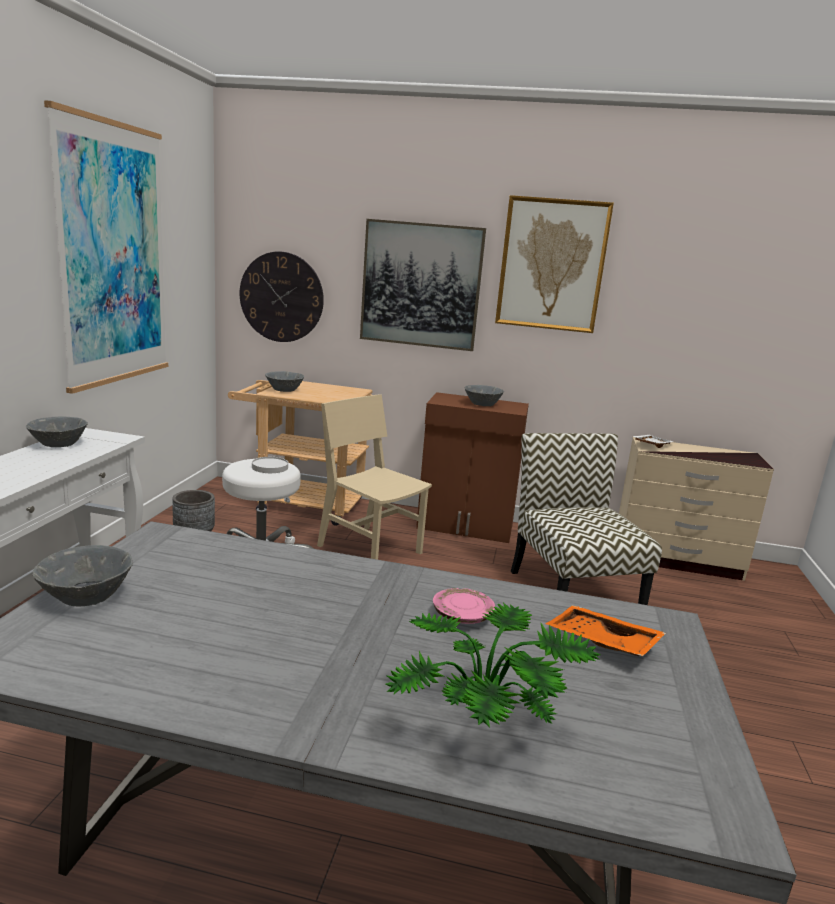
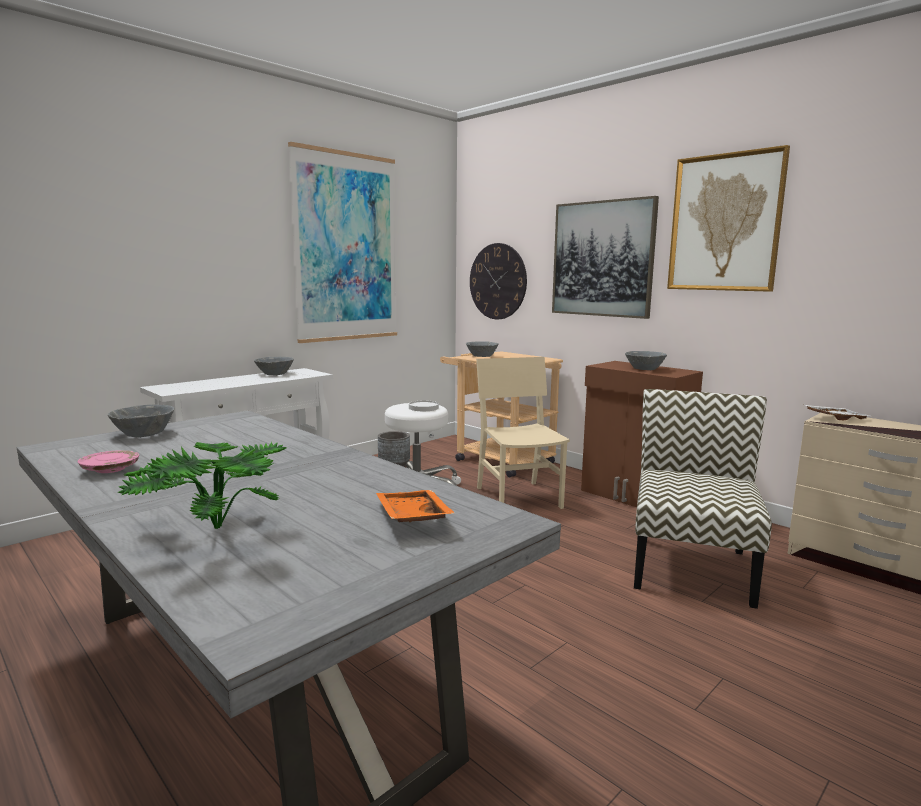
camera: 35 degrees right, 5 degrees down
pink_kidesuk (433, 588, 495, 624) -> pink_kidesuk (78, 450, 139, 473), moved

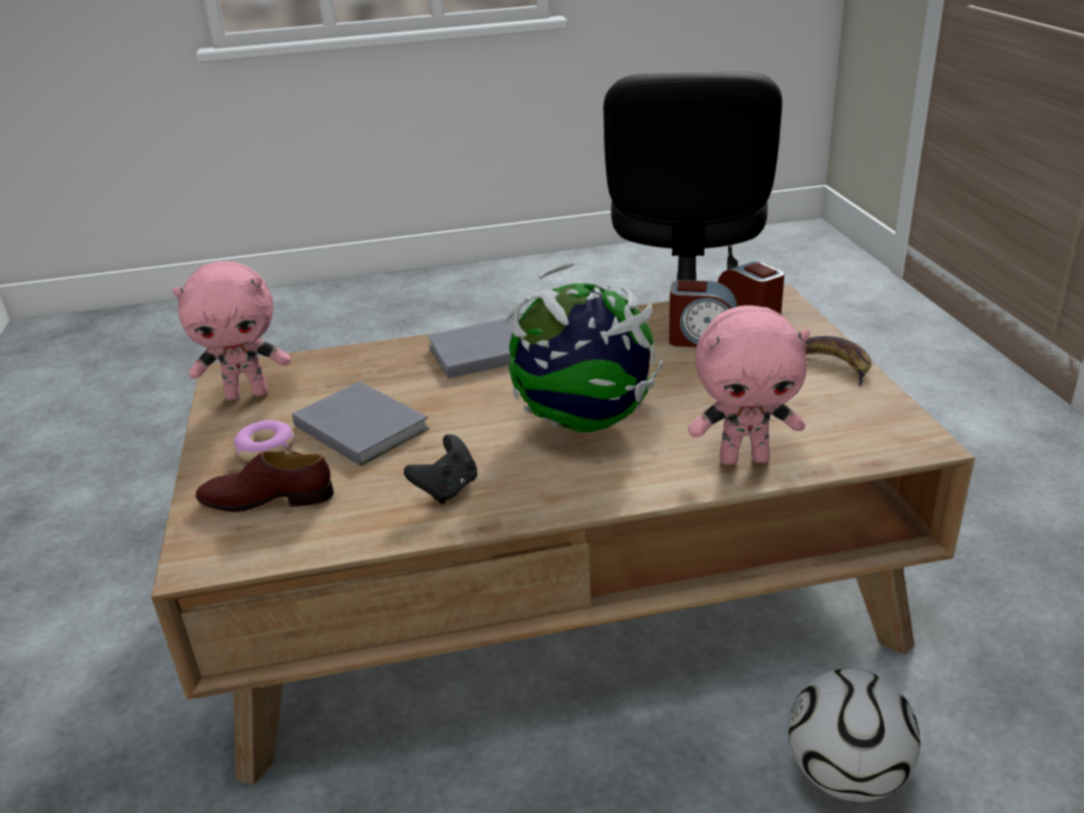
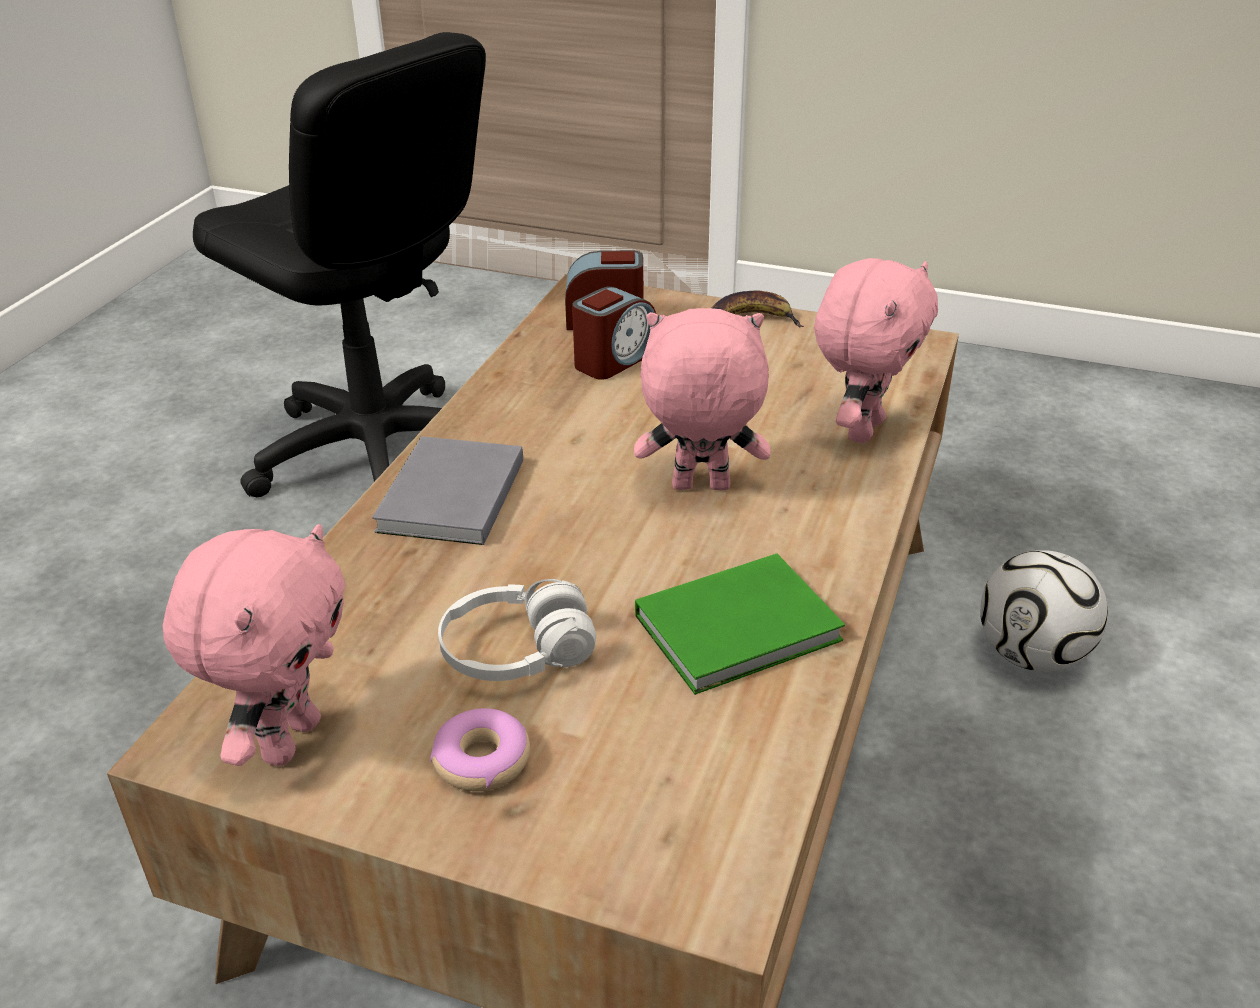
camera: 60 degrees left, 5 degrees up
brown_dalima (196, 450, 334, 512) -> none
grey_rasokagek (292, 382, 429, 466) -> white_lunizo (438, 579, 596, 681)
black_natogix (404, 434, 477, 504) -> green_rasokagek (635, 553, 845, 695)
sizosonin (505, 263, 663, 432) -> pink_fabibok (634, 308, 771, 490)

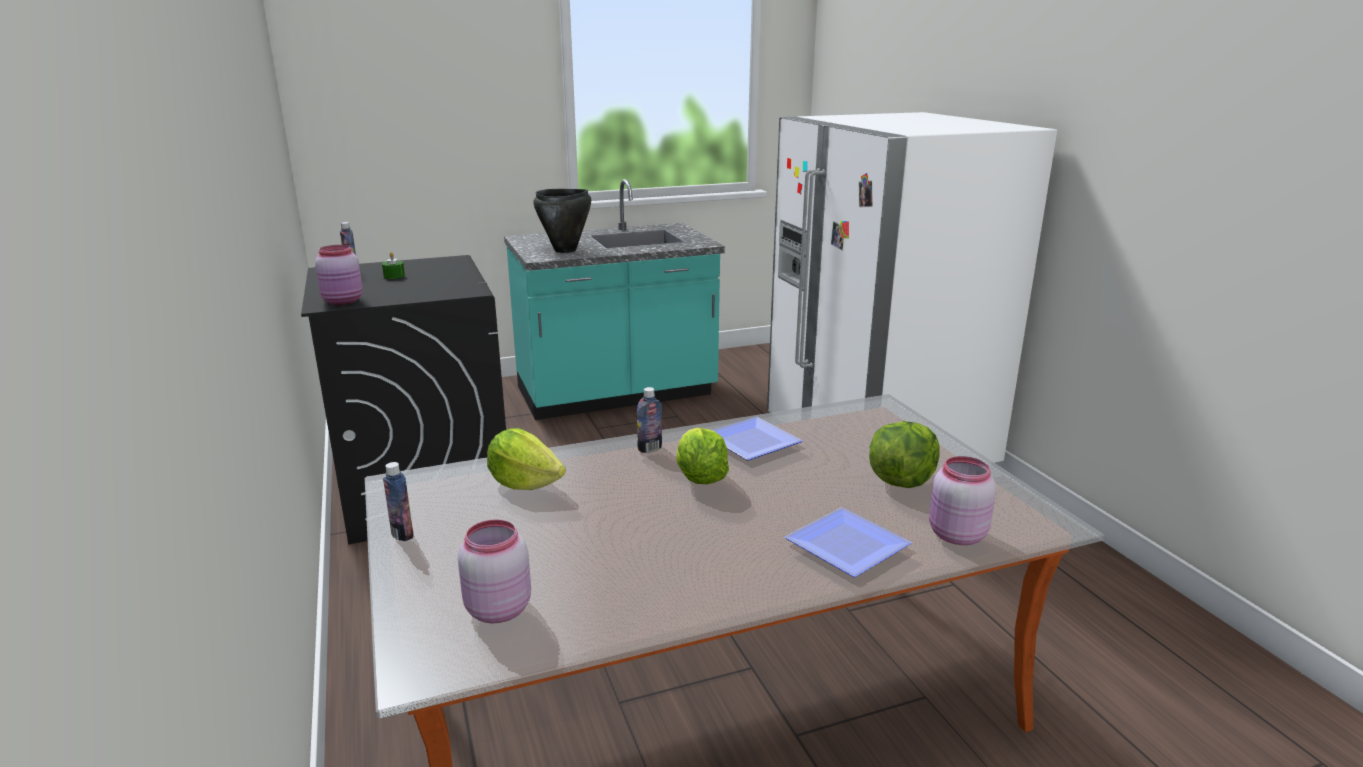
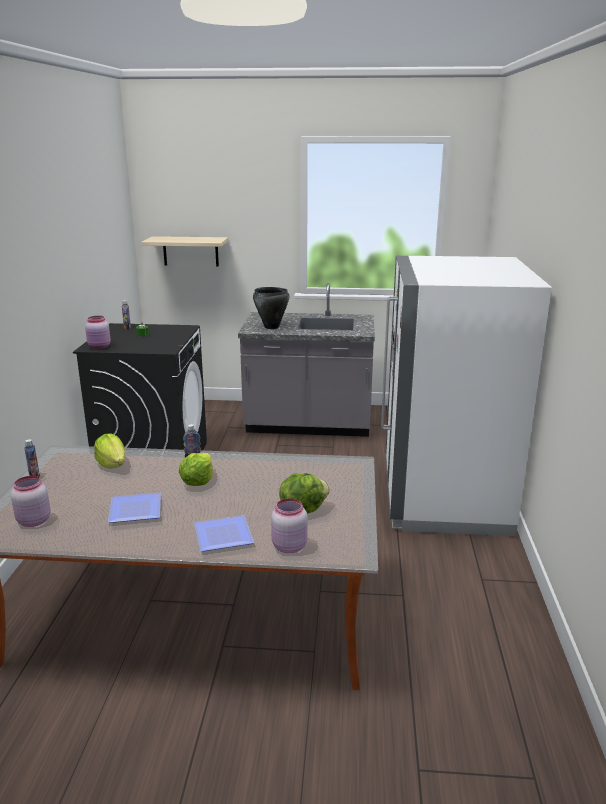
camera: 25 degrees right, 0 degrees up
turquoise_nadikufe (504, 179, 725, 420) -> grey_nadikufe (238, 283, 375, 437)
kidesuk (713, 417, 803, 461) -> kidesuk (108, 493, 161, 523), moved
none -> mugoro (141, 236, 228, 266)

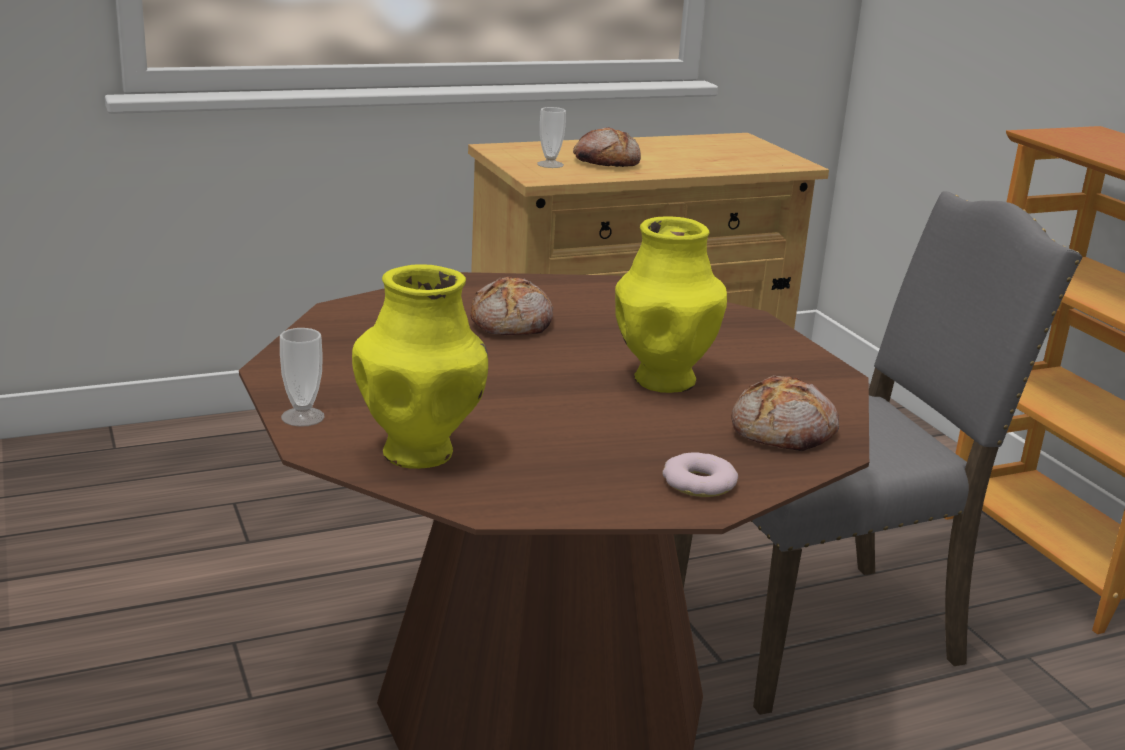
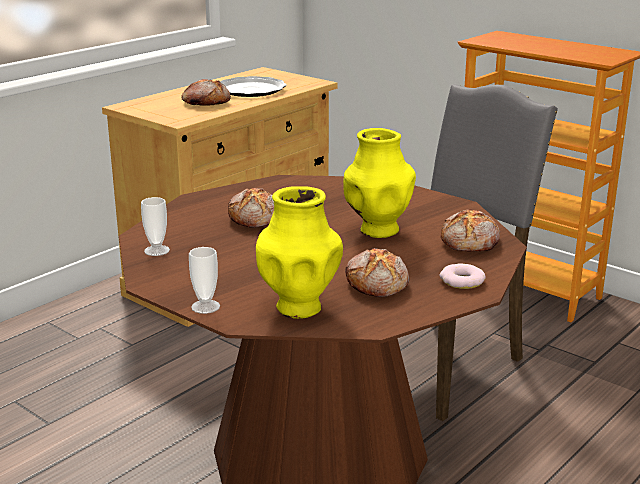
camera: 25 degrees left, 0 degrees up
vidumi (537, 107, 566, 168) -> vidumi (141, 197, 170, 256), moved
none -> kidesuk (221, 76, 287, 97)
none -> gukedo (345, 248, 409, 297)

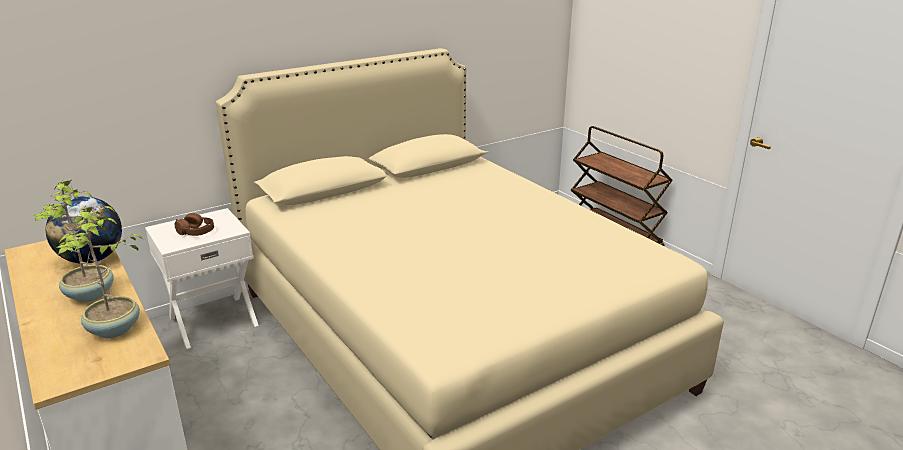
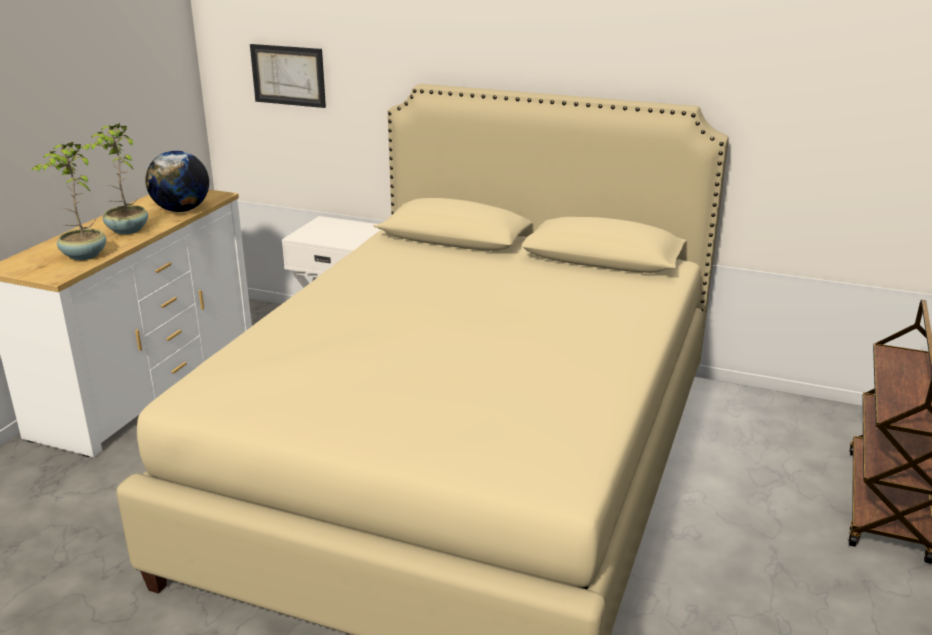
camera: 55 degrees right, 0 degrees up
brown_lunizo (175, 213, 214, 236) -> none
none -> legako (250, 44, 326, 108)

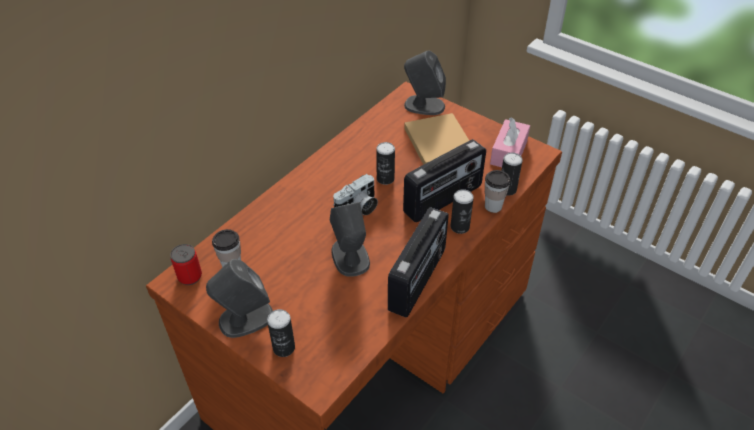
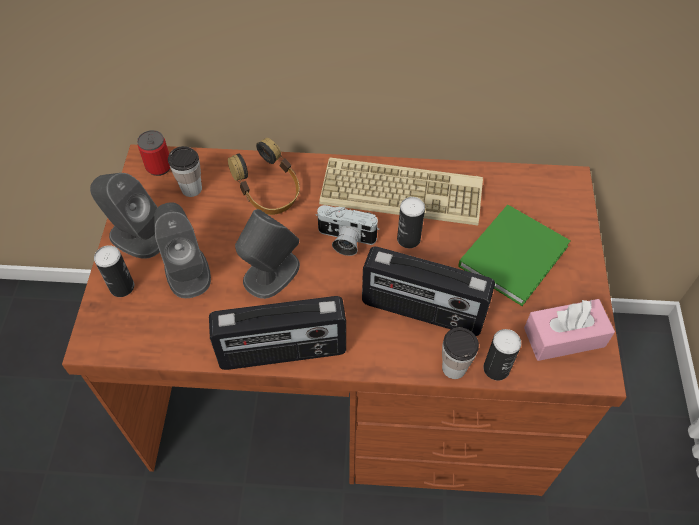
camera: 55 degrees right, 10 degrees up
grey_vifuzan (404, 50, 446, 115) -> grey_vifuzan (155, 202, 211, 298), moved
beige_rasokagek (404, 113, 469, 165) -> green_rasokagek (458, 204, 571, 306)
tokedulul (451, 189, 474, 234) -> none
none -> lunizo (228, 138, 300, 215)
none -> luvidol (319, 157, 483, 225)

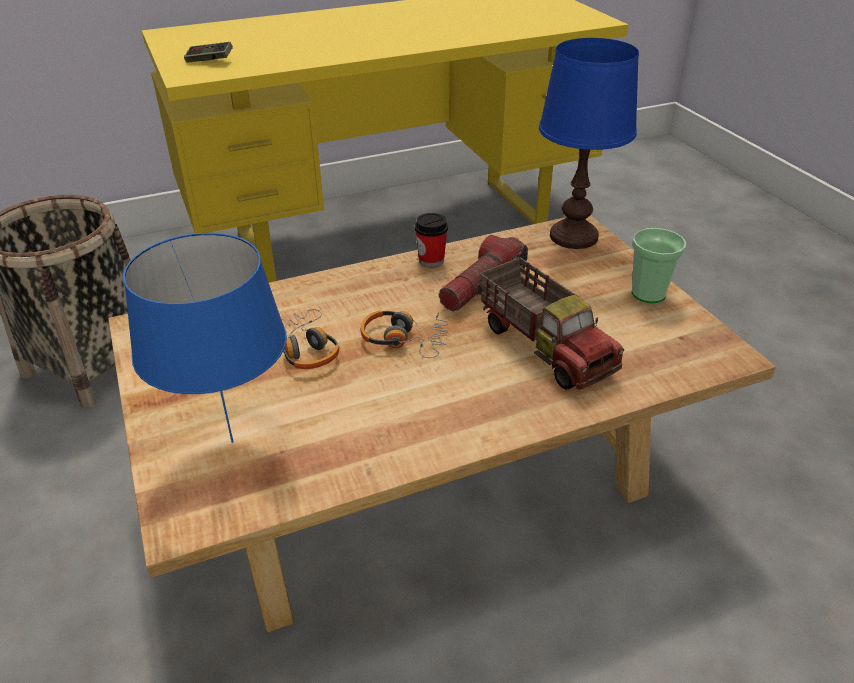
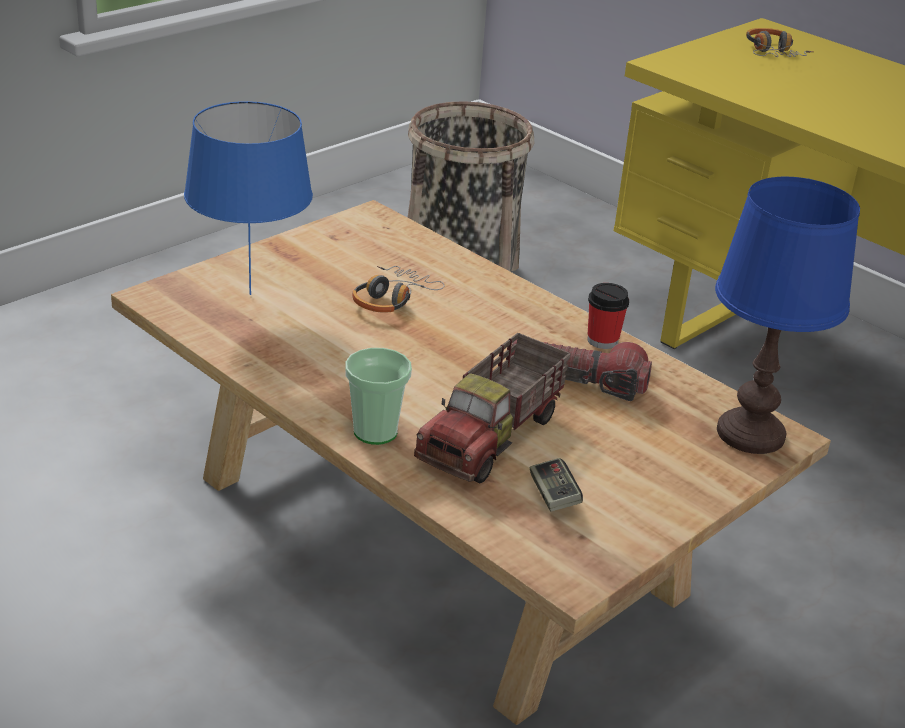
camera: 65 degrees right, 5 degrees down
natogix (184, 42, 233, 63) -> natogix (530, 458, 583, 512), moved
lunizo (361, 310, 448, 358) -> lunizo (746, 28, 814, 57), moved
vidumi (632, 228, 686, 303) -> vidumi (345, 348, 412, 445), moved

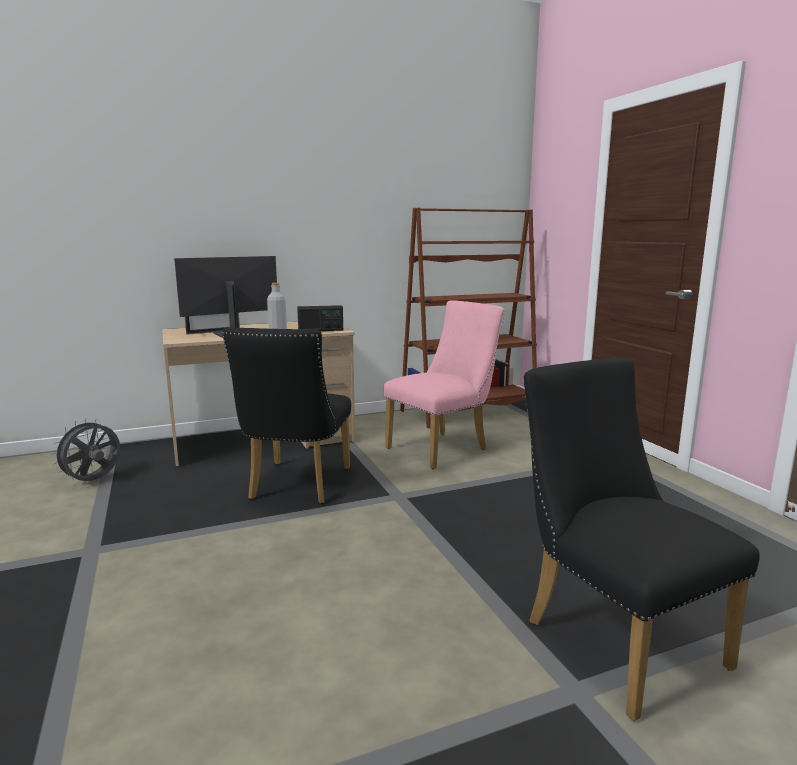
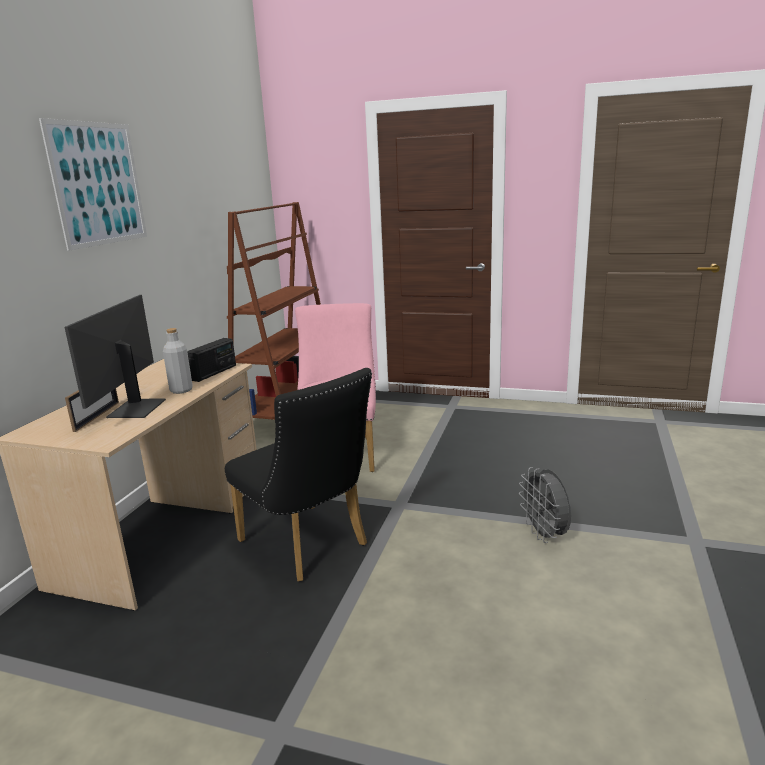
camera: 50 degrees left, 5 degrees up
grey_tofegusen (51, 418, 120, 482) -> grey_tofegusen (519, 467, 571, 543), moved
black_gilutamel (523, 358, 760, 721) -> none
none -> legako (39, 118, 147, 251)

